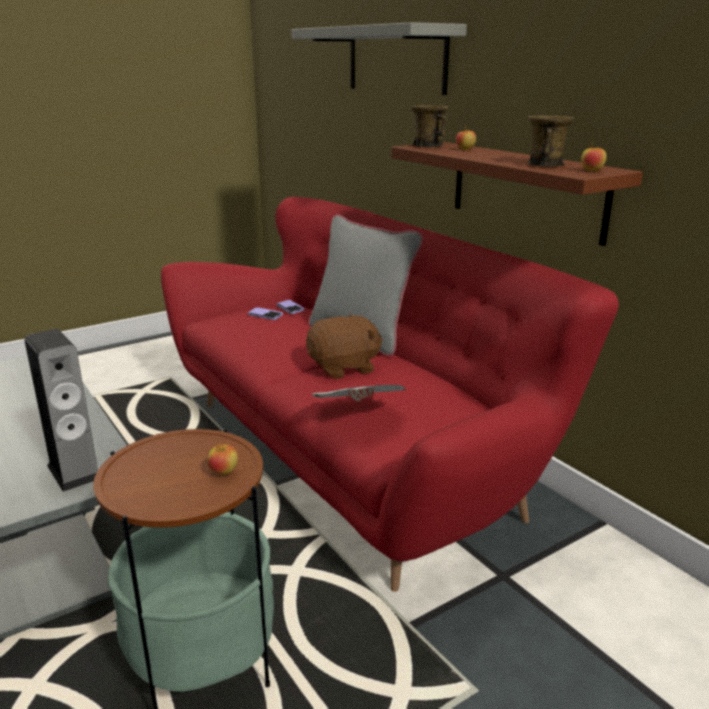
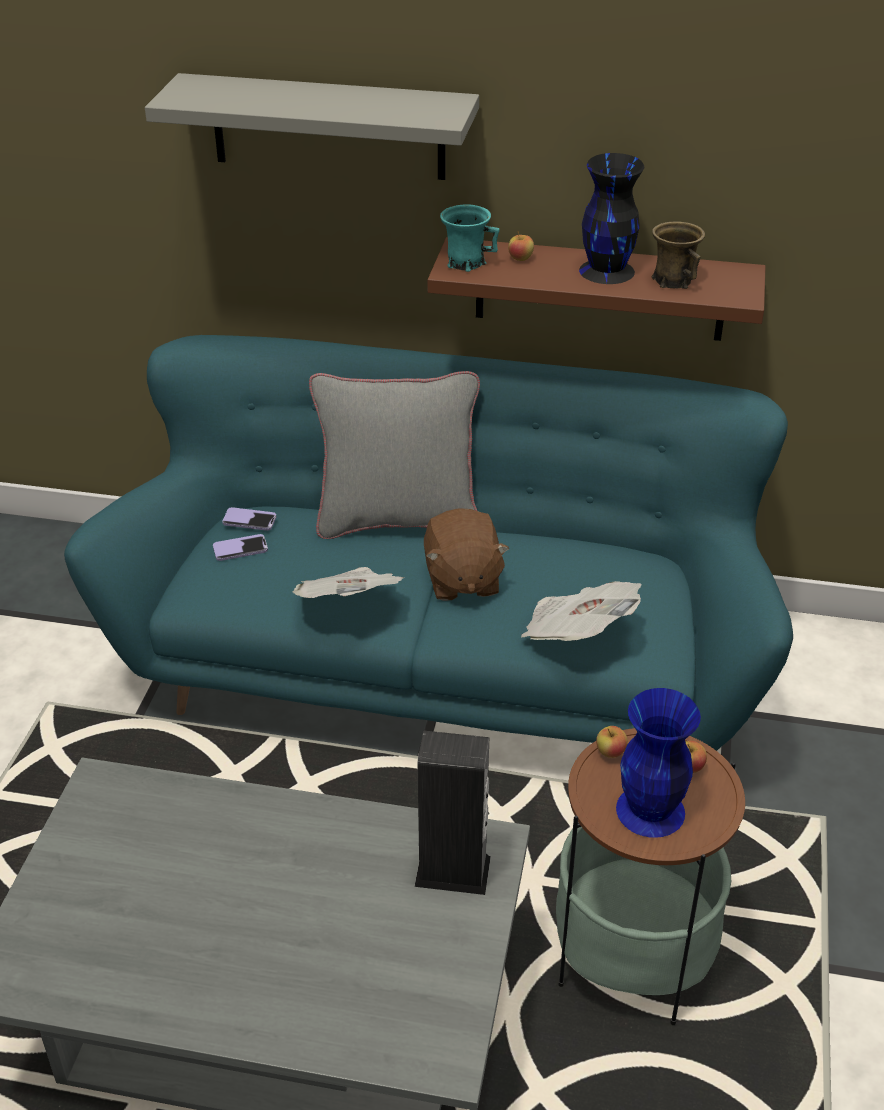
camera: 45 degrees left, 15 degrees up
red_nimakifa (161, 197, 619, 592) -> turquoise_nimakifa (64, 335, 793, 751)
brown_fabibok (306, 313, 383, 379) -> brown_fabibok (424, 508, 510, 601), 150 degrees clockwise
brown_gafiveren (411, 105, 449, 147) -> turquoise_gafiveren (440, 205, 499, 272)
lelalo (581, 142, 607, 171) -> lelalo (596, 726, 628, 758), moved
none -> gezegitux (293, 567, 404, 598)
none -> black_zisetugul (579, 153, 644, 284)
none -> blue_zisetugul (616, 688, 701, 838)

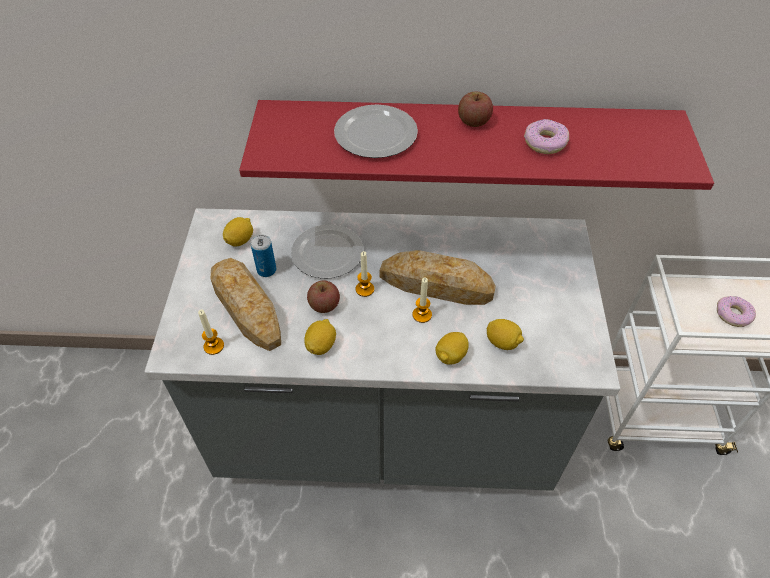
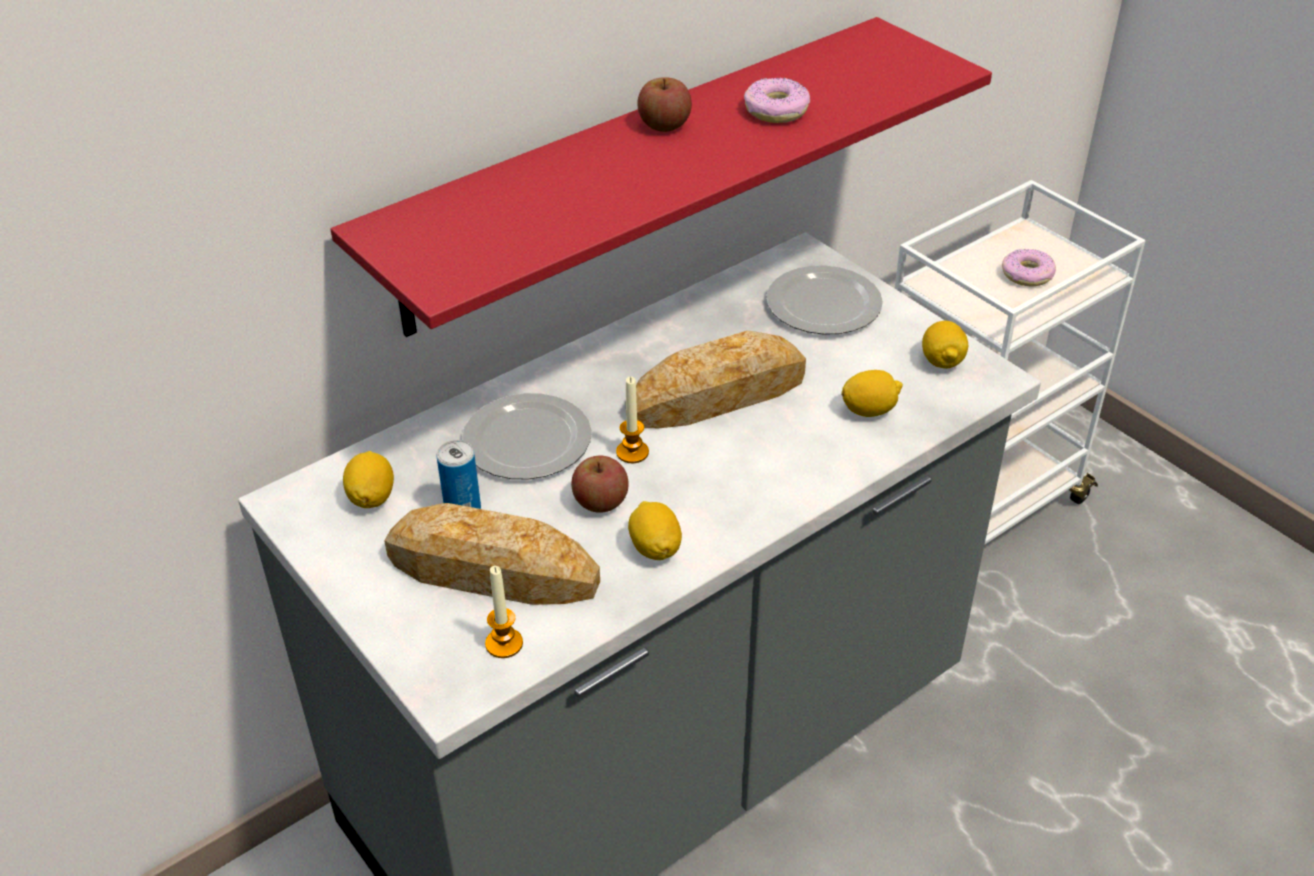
camera: 40 degrees left, 10 degrees down
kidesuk (334, 105, 418, 158) -> kidesuk (766, 265, 883, 335), moved
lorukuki (412, 277, 432, 323) -> none
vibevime (435, 332, 469, 364) -> vibevime (922, 321, 968, 369), moved

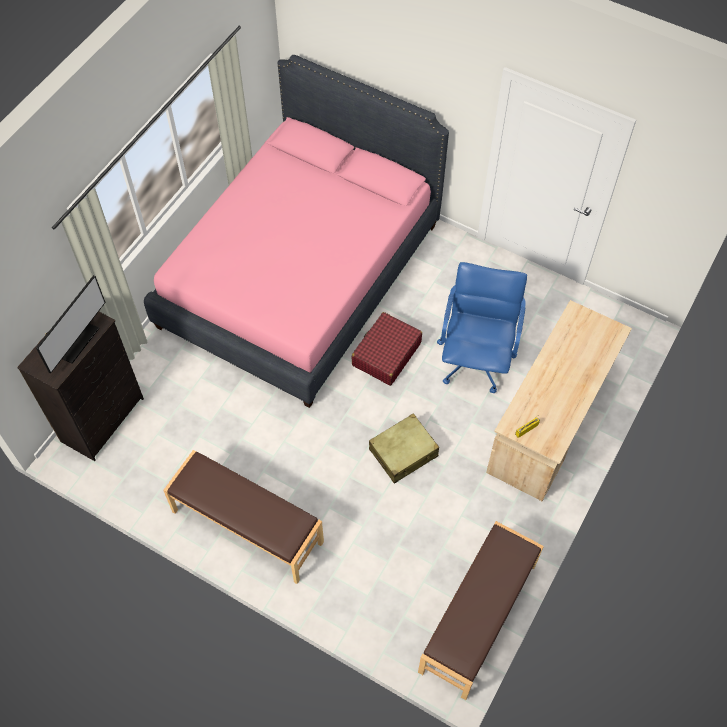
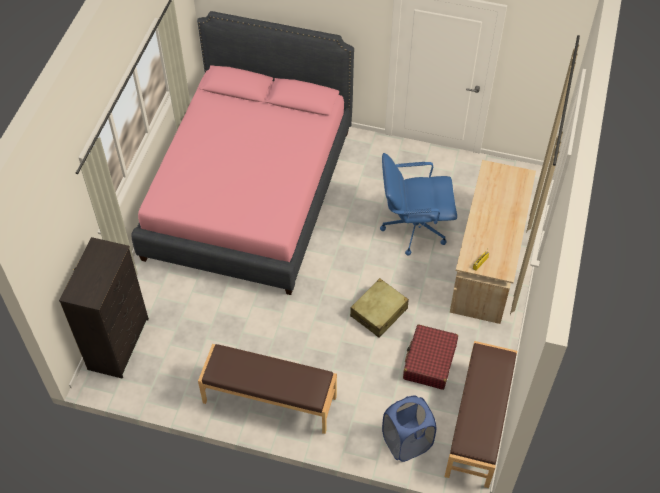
camera: 15 degrees left, 5 degrees down
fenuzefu (36, 275, 106, 374) -> none
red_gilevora (352, 312, 422, 386) -> red_gilevora (403, 325, 458, 390), moved
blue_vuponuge (437, 262, 527, 393) -> blue_vuponuge (380, 153, 457, 256), 90 degrees counterclockwise
none -> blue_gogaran (382, 396, 436, 462)

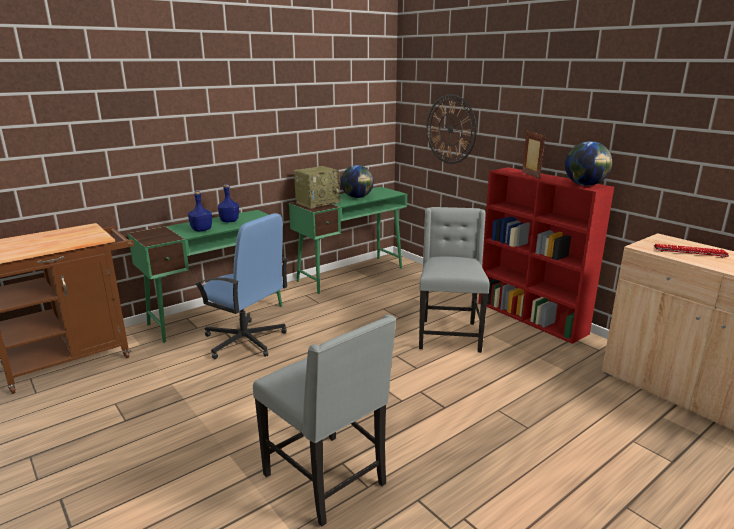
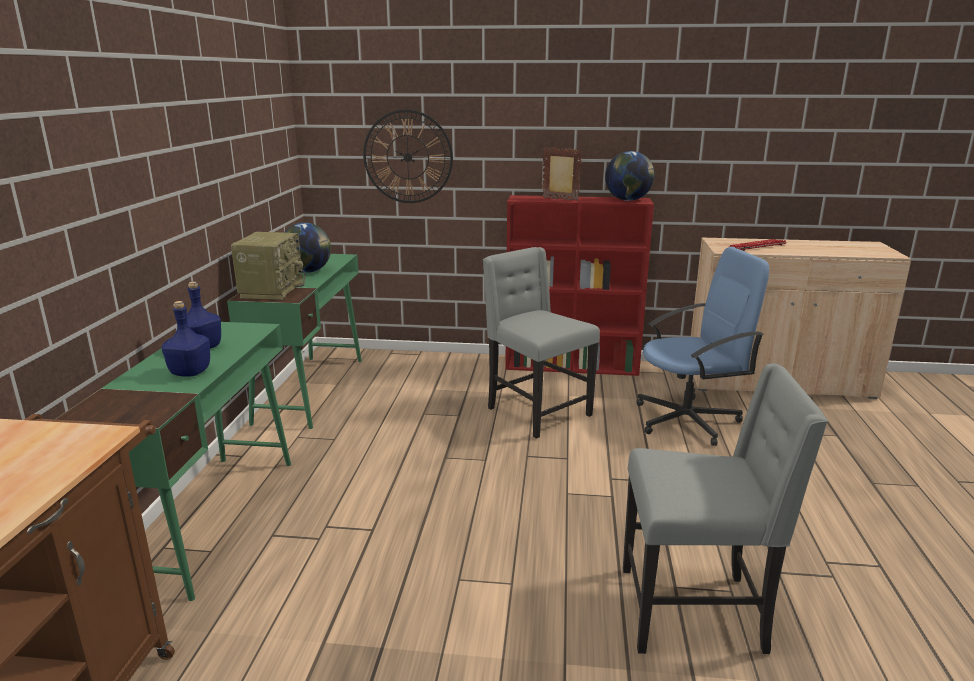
camera: 45 degrees left, 0 degrees up
blue_vuponuge (194, 213, 288, 359) -> blue_vuponuge (636, 247, 769, 446), moved

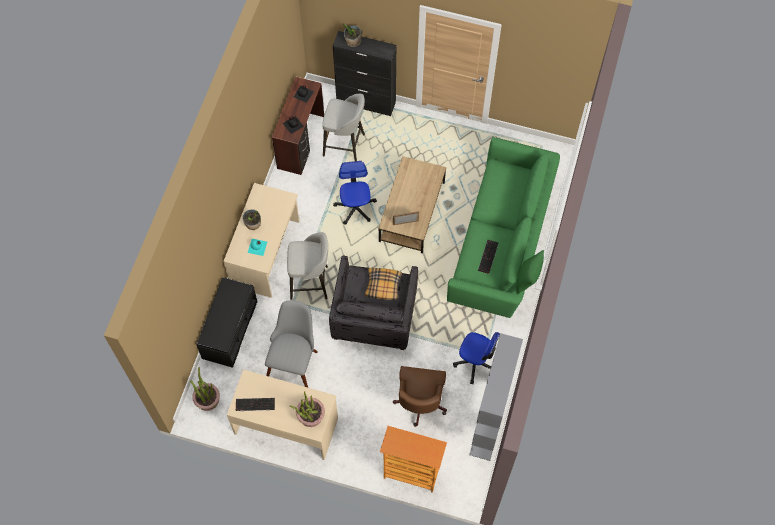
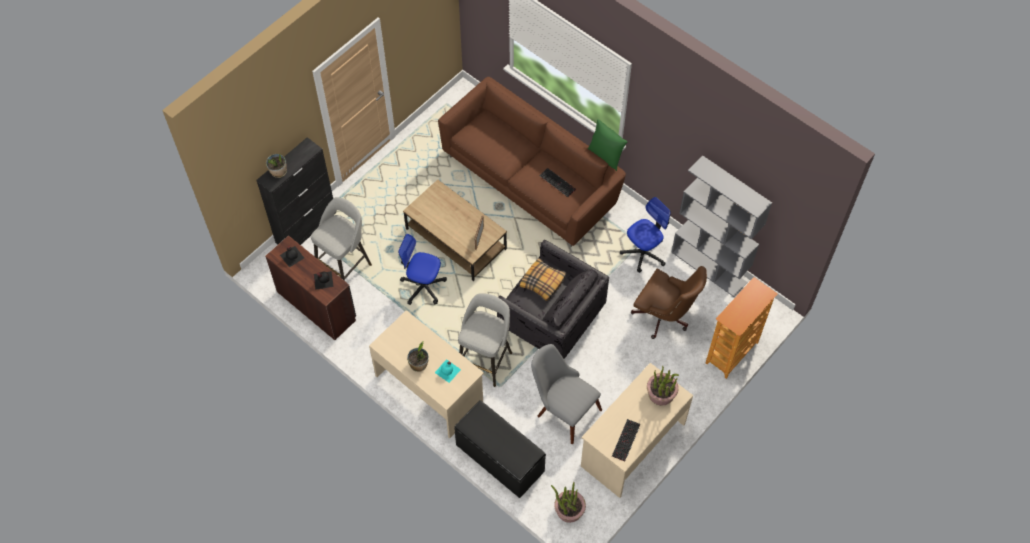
camera: 65 degrees left, 5 degrees down
green_nimakifa (447, 137, 560, 318) -> brown_nimakifa (438, 77, 626, 247)

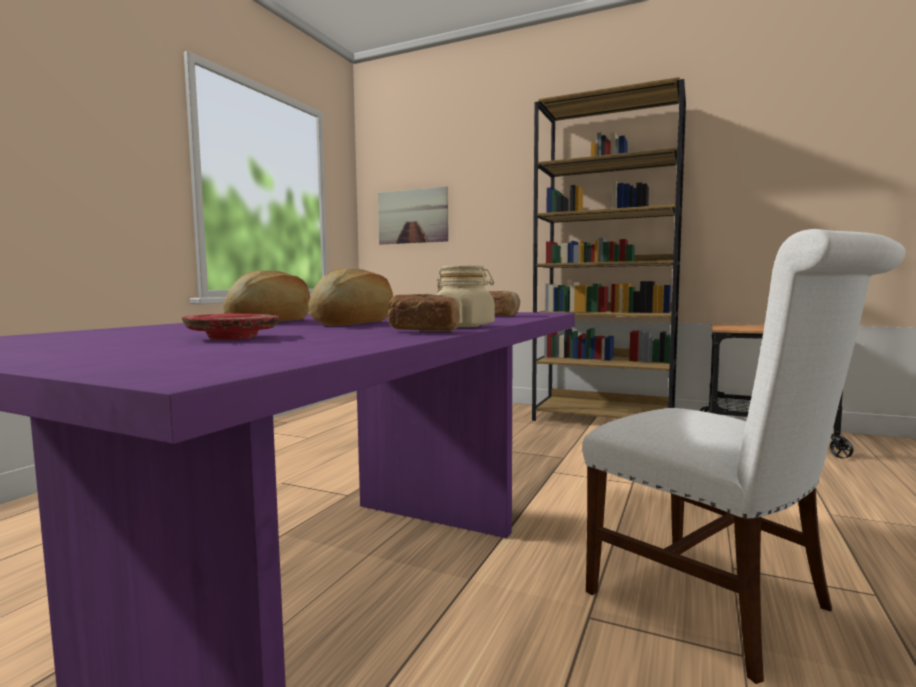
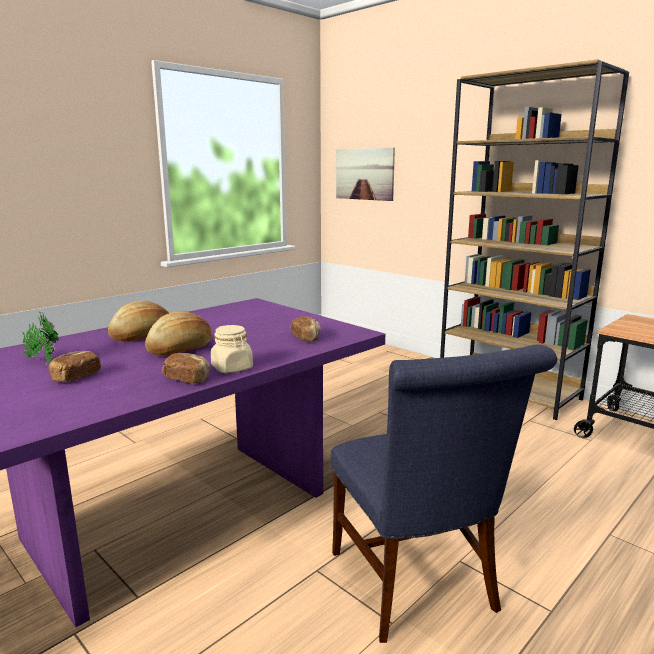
camera: 20 degrees right, 10 degrees up
red_kidesuk (182, 314, 279, 340) -> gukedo (48, 351, 101, 382)
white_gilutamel (583, 229, 906, 684) -> blue_gilutamel (330, 344, 557, 643)
none -> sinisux (22, 313, 59, 365)

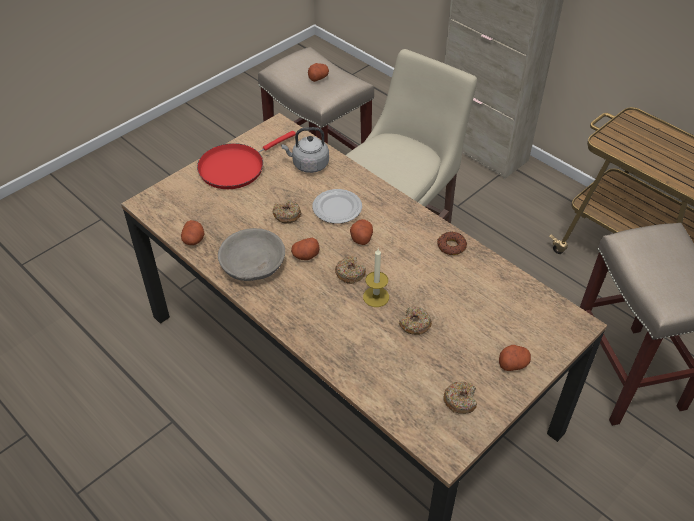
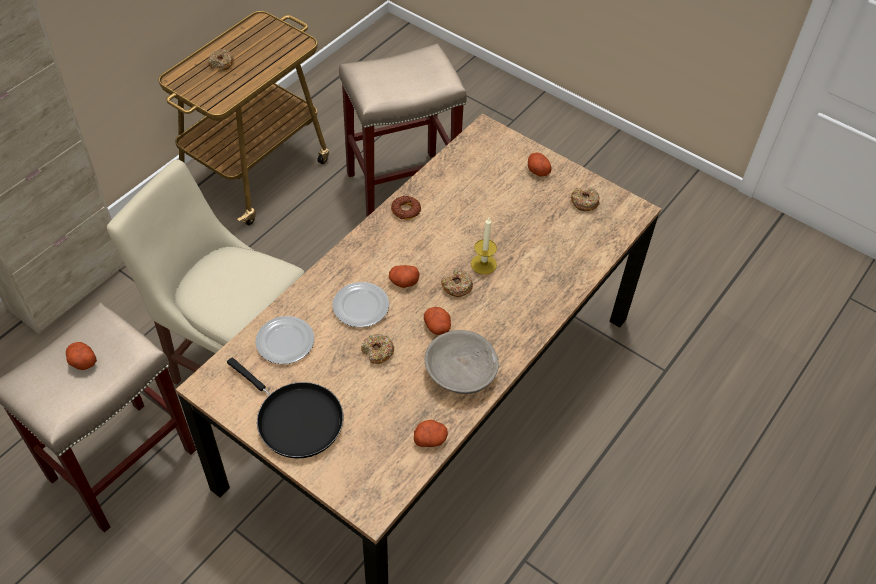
camera: 100 degrees left, 5 degrees up
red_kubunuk (197, 131, 296, 189) -> black_kubunuk (227, 357, 343, 458)
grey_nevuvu (281, 127, 329, 173) -> kidesuk (255, 316, 314, 364)
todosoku (399, 307, 432, 335) -> todosoku (208, 49, 234, 71), moved

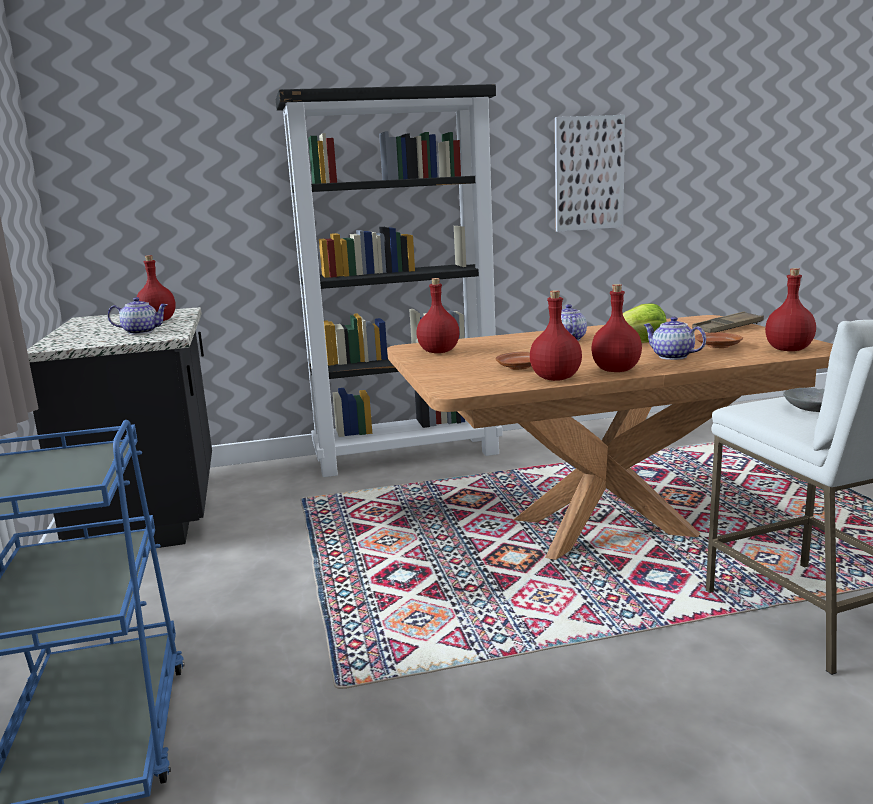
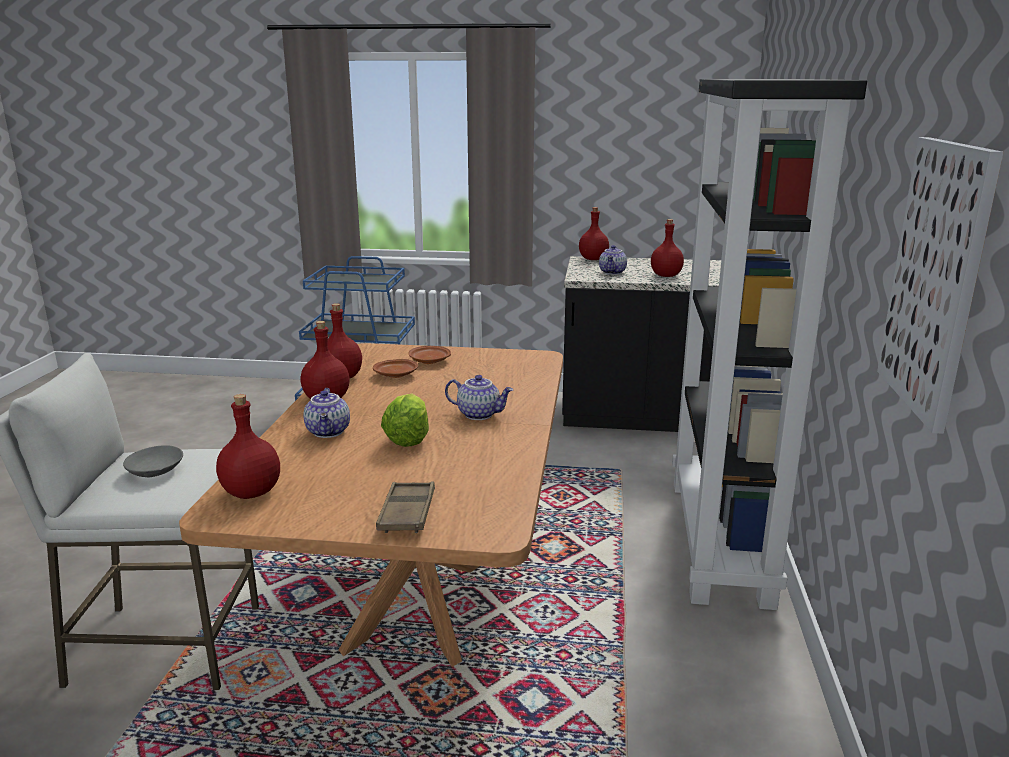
camera: 110 degrees right, 5 degrees up
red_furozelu (417, 278, 460, 353) -> red_furozelu (579, 207, 609, 260), moved
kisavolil (644, 317, 706, 360) -> kisavolil (303, 388, 350, 438), 105 degrees clockwise
brown_kidesuk (695, 332, 743, 348) -> brown_kidesuk (408, 346, 451, 364), moved

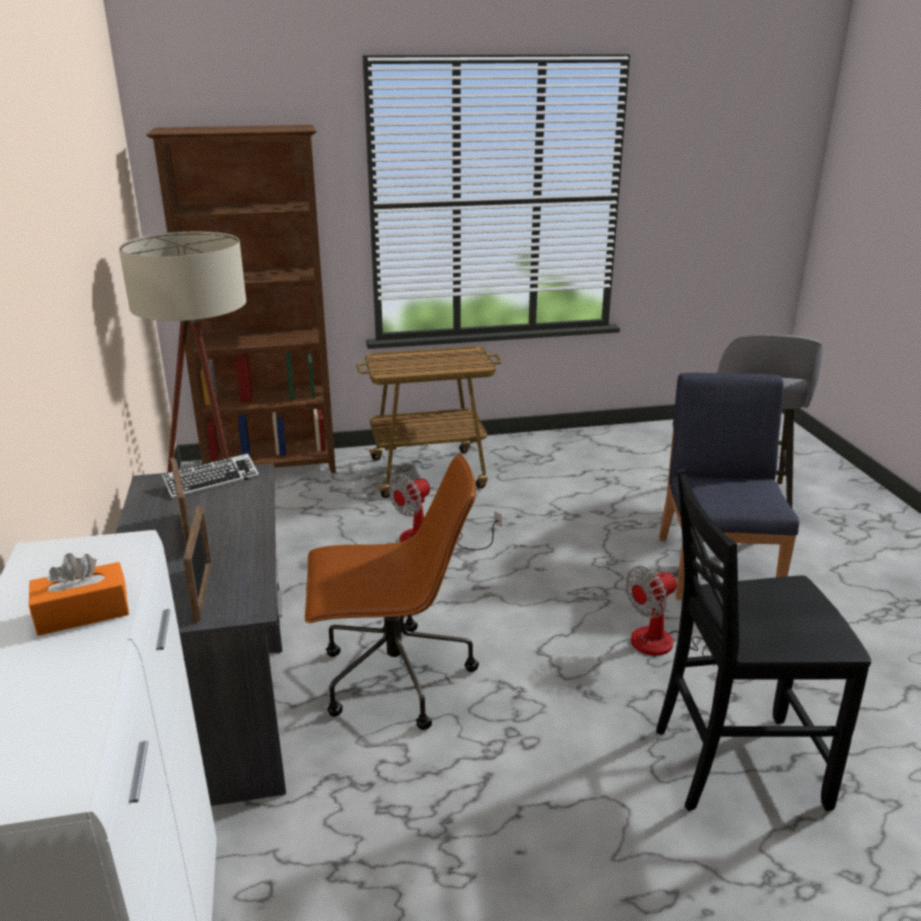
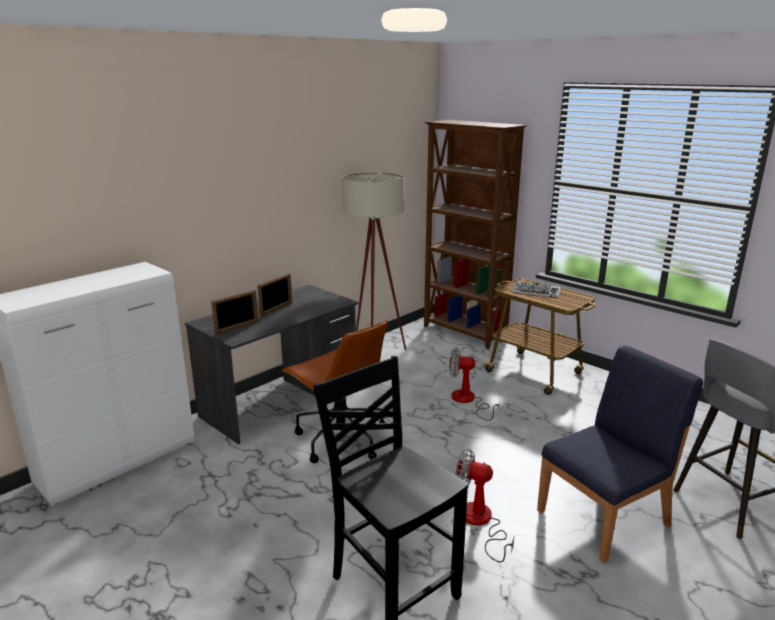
camera: 55 degrees right, 5 degrees down
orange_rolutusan (29, 553, 129, 636) -> none
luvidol (162, 453, 259, 499) -> luvidol (513, 281, 561, 298), moved

